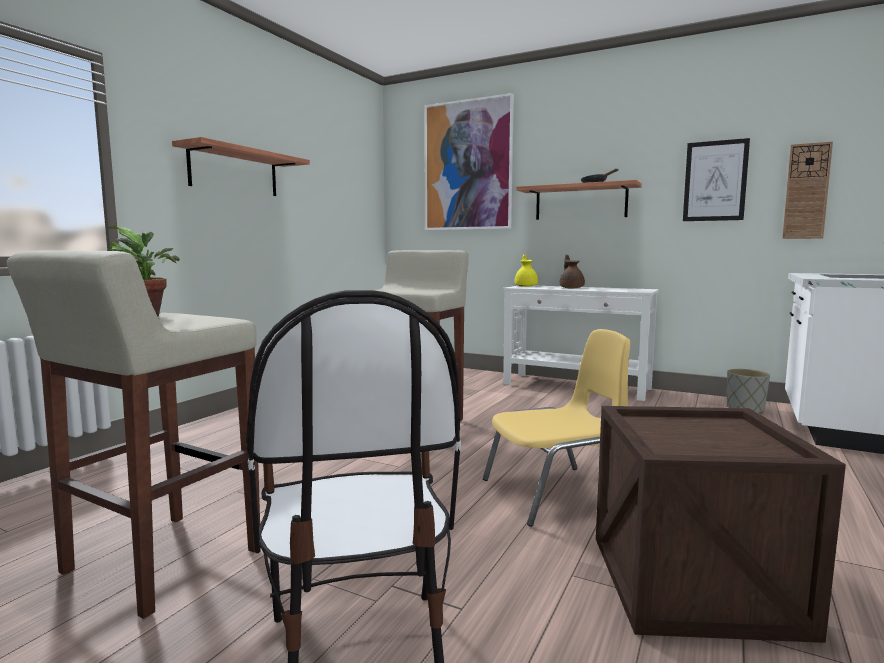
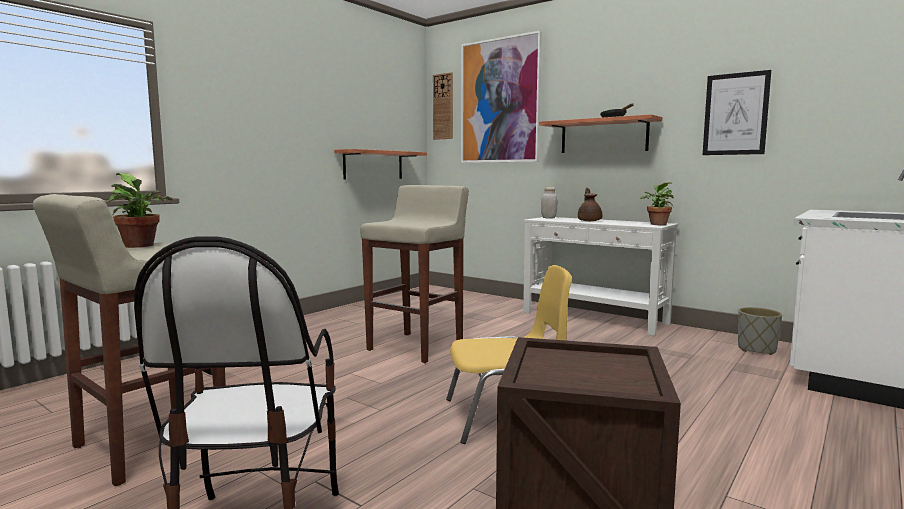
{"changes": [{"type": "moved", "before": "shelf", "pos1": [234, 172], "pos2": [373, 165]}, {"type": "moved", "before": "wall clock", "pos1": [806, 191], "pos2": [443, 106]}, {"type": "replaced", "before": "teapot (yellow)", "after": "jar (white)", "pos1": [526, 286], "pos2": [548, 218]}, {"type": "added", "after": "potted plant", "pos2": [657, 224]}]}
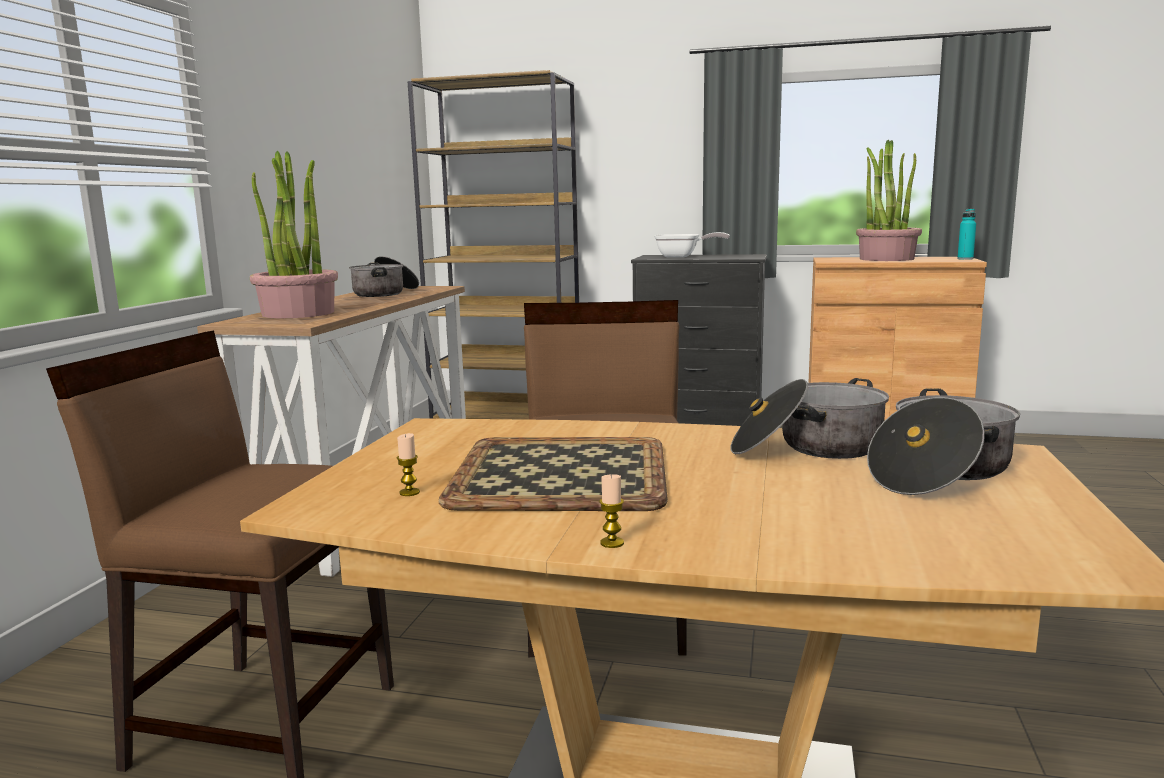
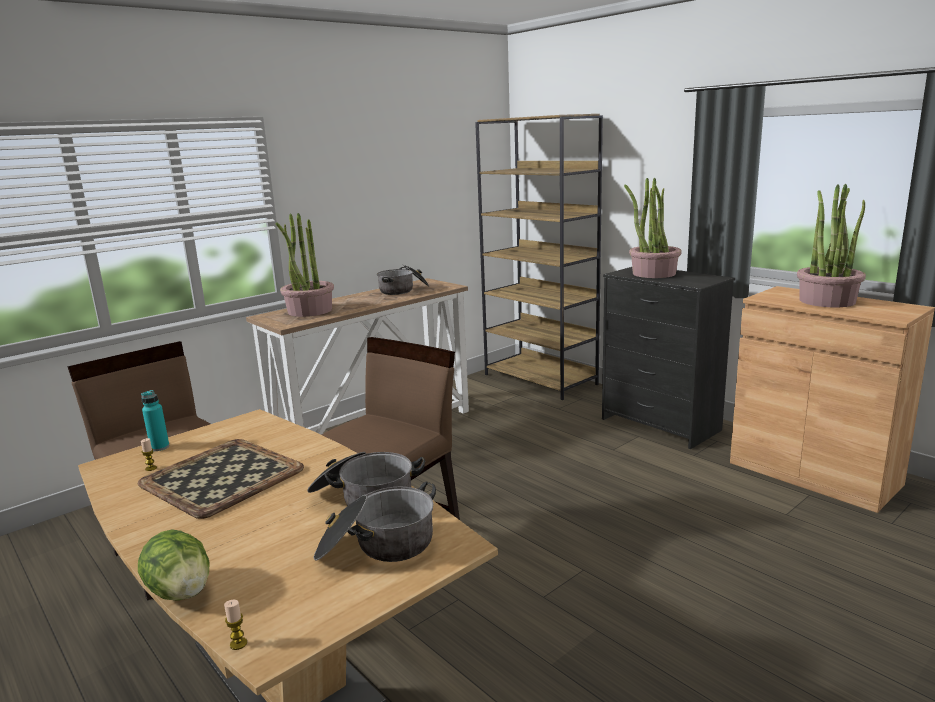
{"changes": [{"type": "moved", "before": "bottle (turquoise)", "pos1": [965, 259], "pos2": [159, 447]}, {"type": "replaced", "before": "frying pan", "after": "potted plant", "pos1": [682, 256], "pos2": [653, 273]}, {"type": "moved", "before": "candle", "pos1": [612, 543], "pos2": [238, 644]}, {"type": "added", "after": "lettuce", "pos2": [181, 592]}]}
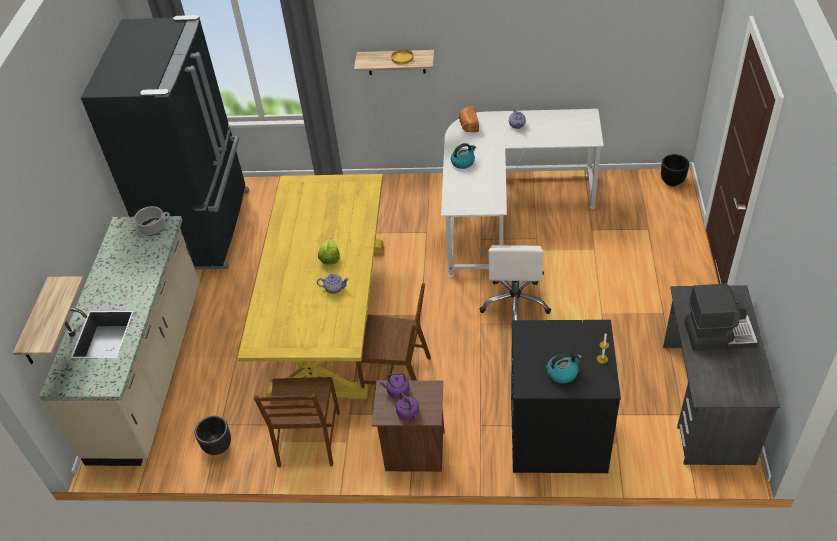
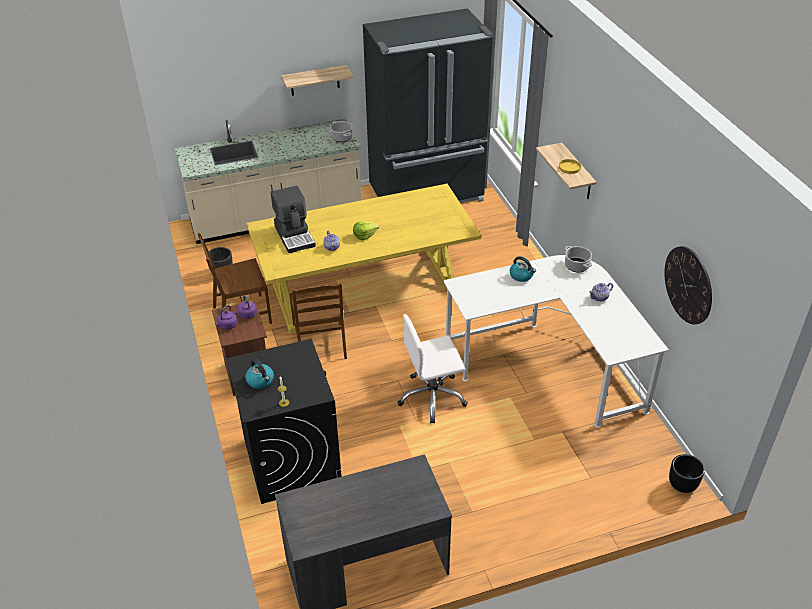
{"changes": [{"type": "replaced", "before": "bread", "after": "cooking pot", "pos1": [468, 126], "pos2": [577, 266]}, {"type": "moved", "before": "shelf", "pos1": [37, 324], "pos2": [315, 80]}, {"type": "moved", "before": "coffee machine", "pos1": [718, 334], "pos2": [295, 236]}, {"type": "added", "after": "wall clock", "pos2": [688, 285]}]}
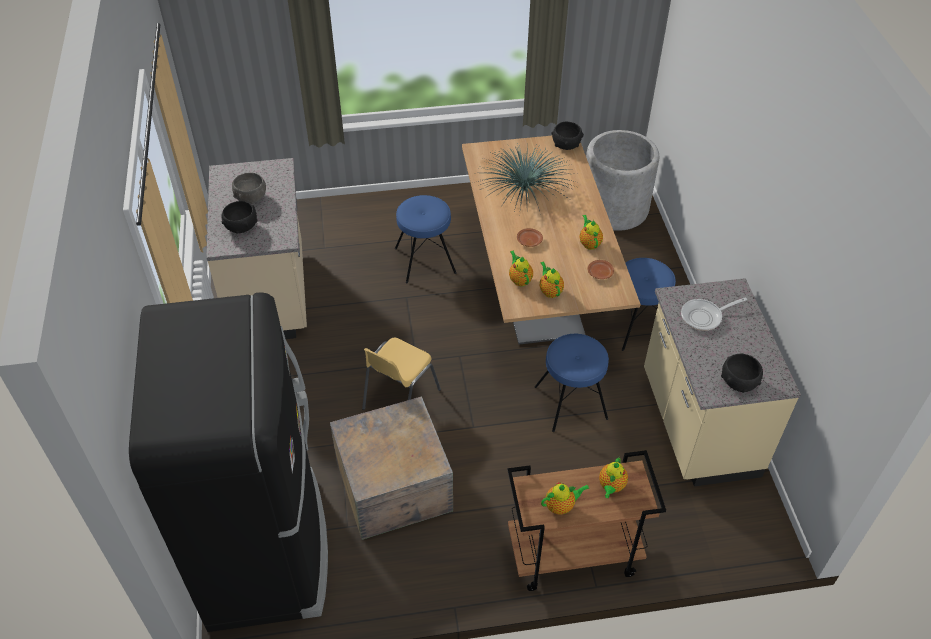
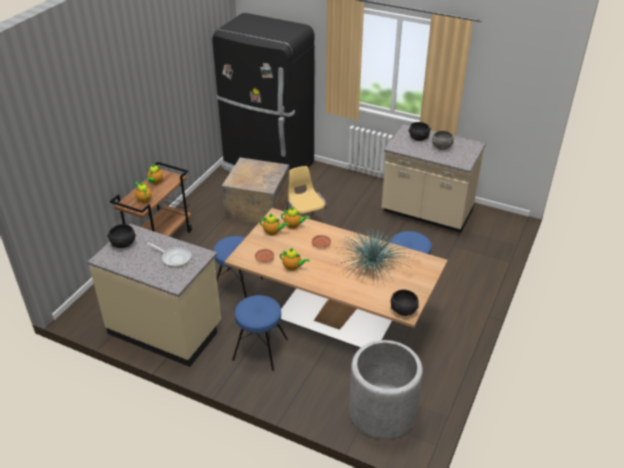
{"changes": [{"type": "turned", "before": "frying pan", "pos1": [704, 317], "pos2": [174, 258], "turn": 105}]}
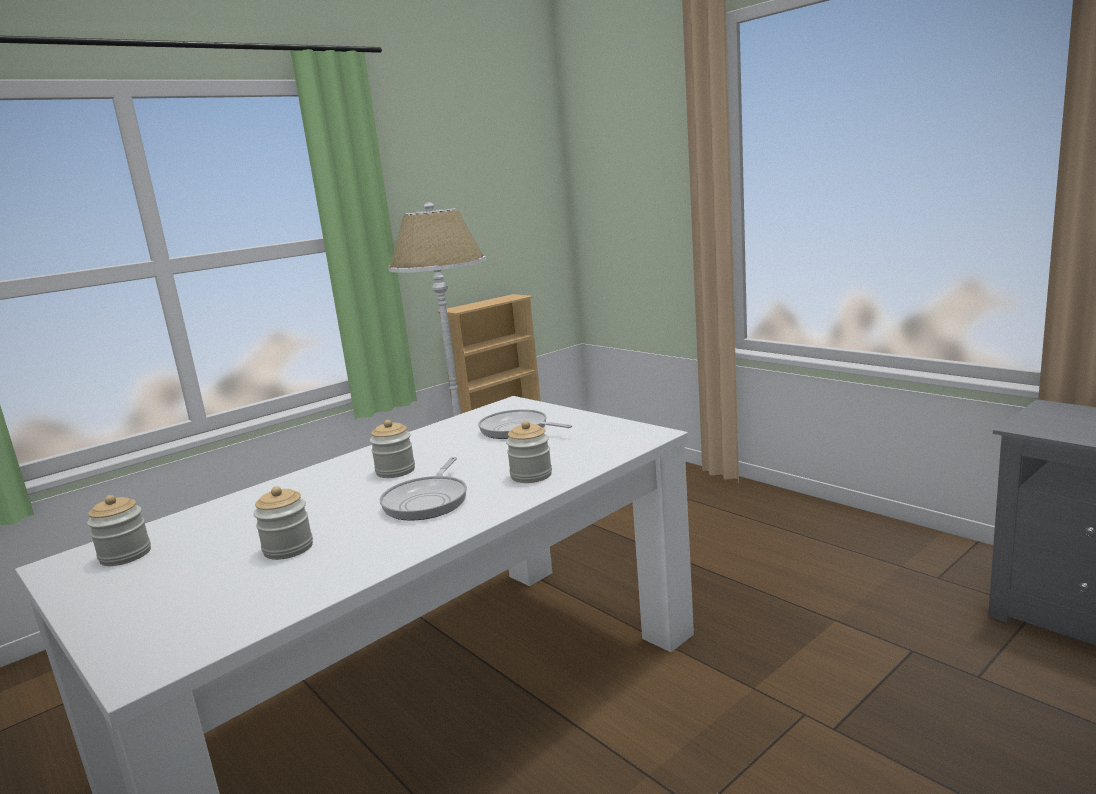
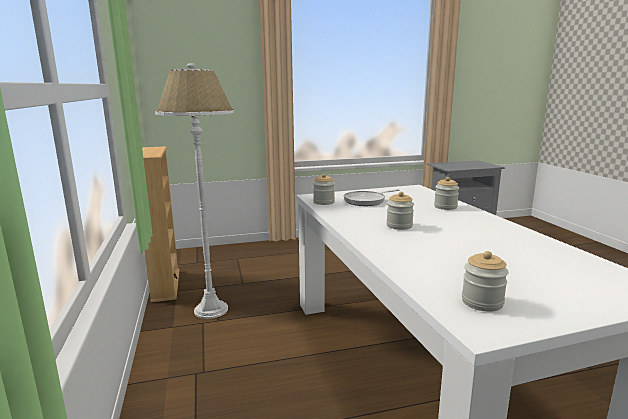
{"changes": [{"type": "removed", "before": "frying pan", "pos1": [428, 501]}, {"type": "moved", "before": "jar", "pos1": [288, 548], "pos2": [324, 202]}]}
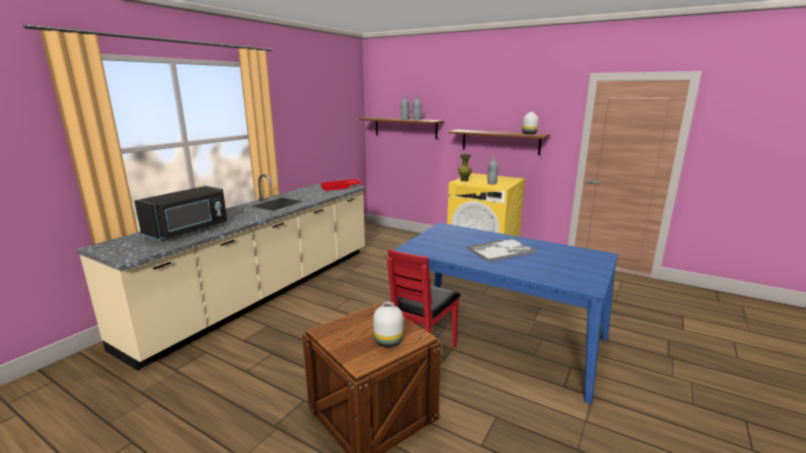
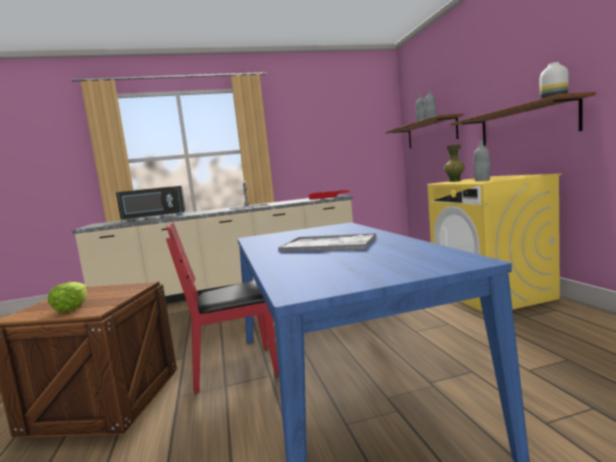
{"changes": [{"type": "replaced", "before": "vase (white)", "after": "lettuce", "pos1": [388, 342], "pos2": [72, 307]}]}
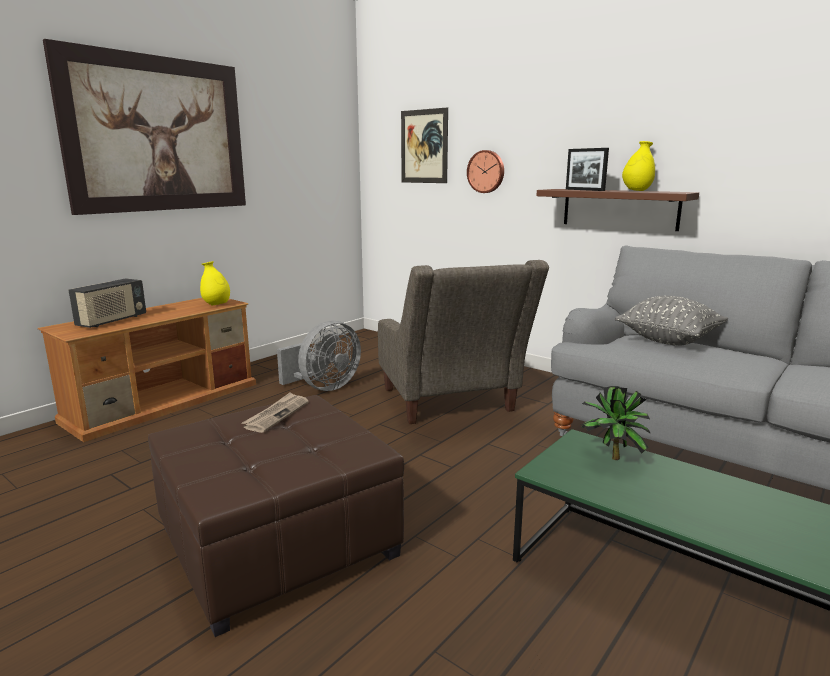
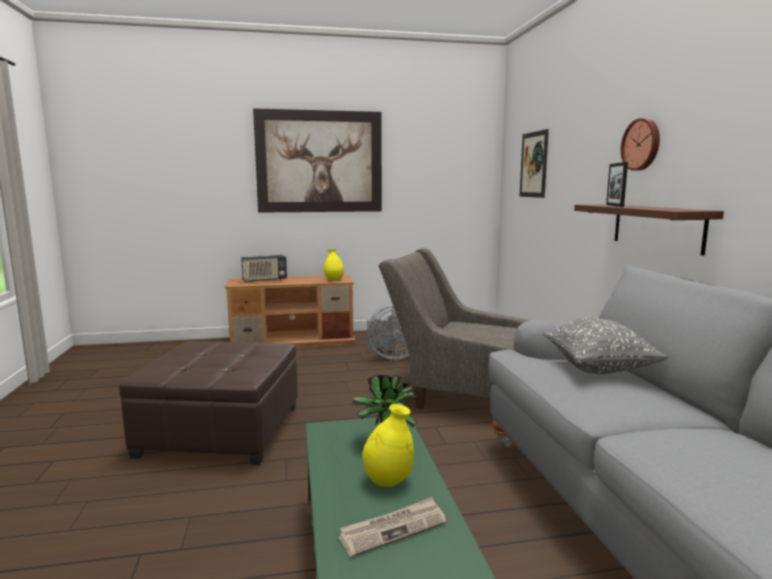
{"changes": [{"type": "moved", "before": "vase (yellow)", "pos1": [637, 191], "pos2": [388, 480]}, {"type": "moved", "before": "wall clock", "pos1": [486, 171], "pos2": [642, 144]}, {"type": "turned", "before": "armchair (grey)", "pos1": [451, 405], "pos2": [458, 393], "turn": 90}, {"type": "moved", "before": "newspaper", "pos1": [276, 414], "pos2": [393, 529]}]}
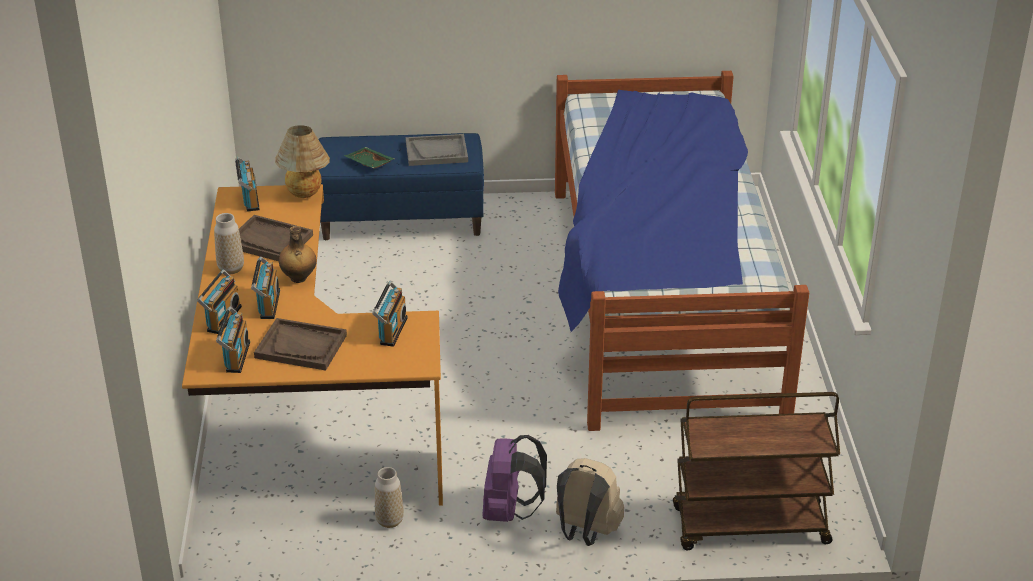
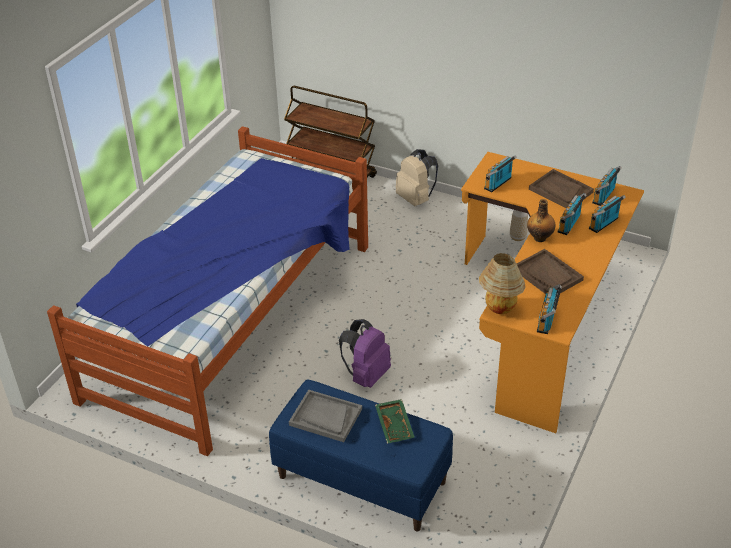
{"changes": [{"type": "removed", "before": "vase", "pos1": [231, 269]}, {"type": "moved", "before": "backpack (purple)", "pos1": [510, 511], "pos2": [366, 375]}]}
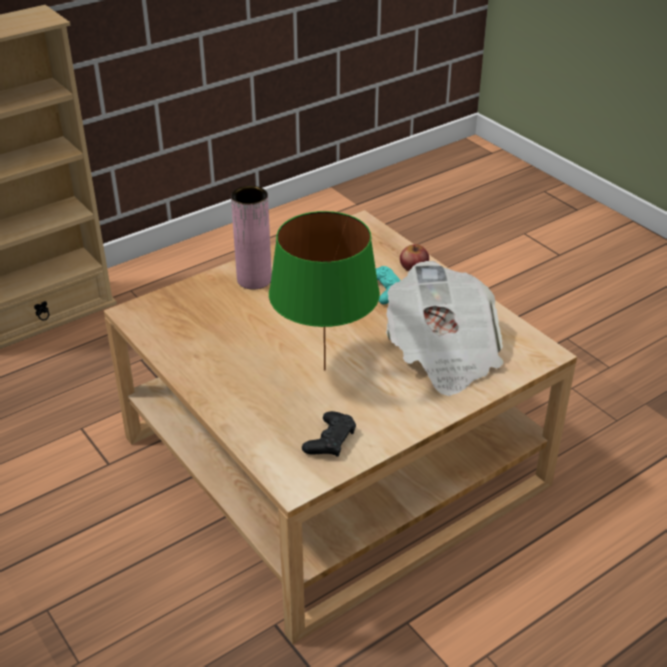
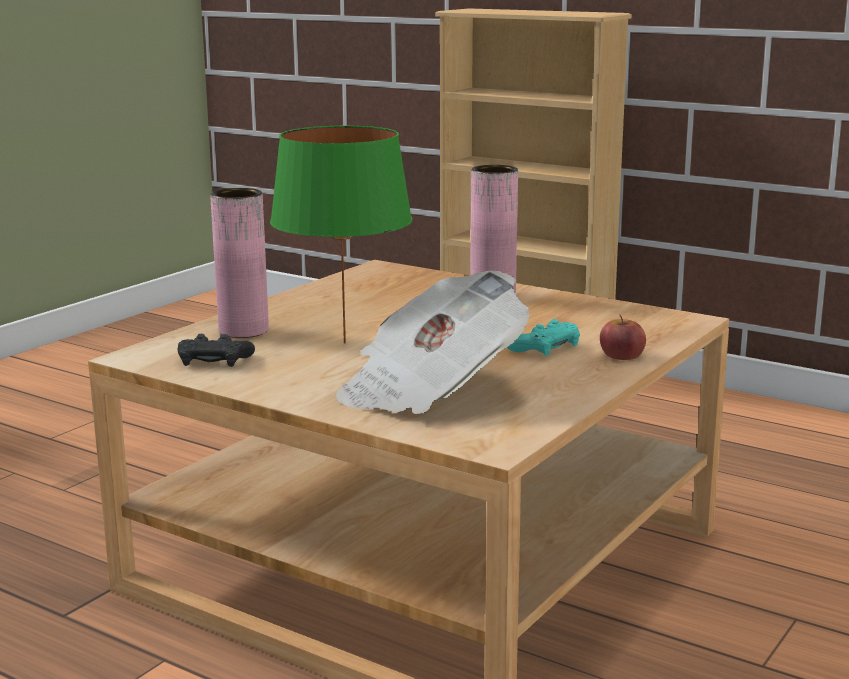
{"changes": [{"type": "added", "after": "vase (pink)", "pos2": [243, 331]}]}
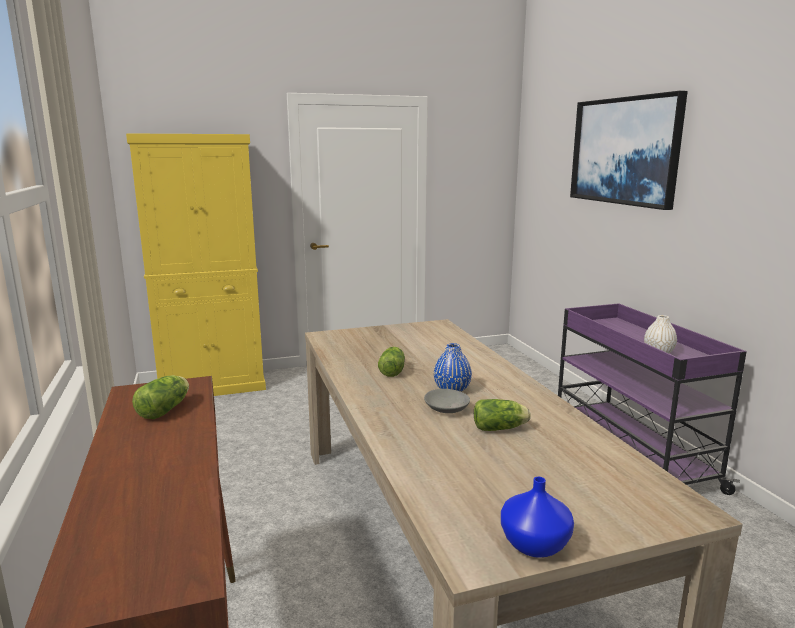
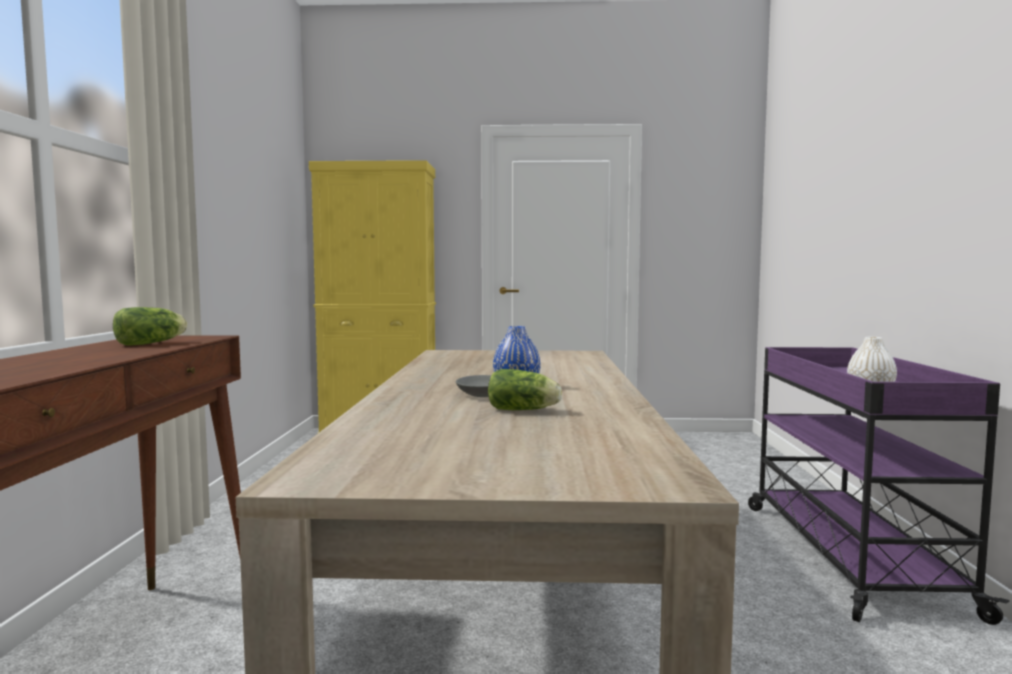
{"changes": [{"type": "removed", "before": "picture", "pos1": [624, 151]}, {"type": "removed", "before": "lettuce", "pos1": [392, 370]}, {"type": "removed", "before": "vase (blue)", "pos1": [536, 545]}]}
